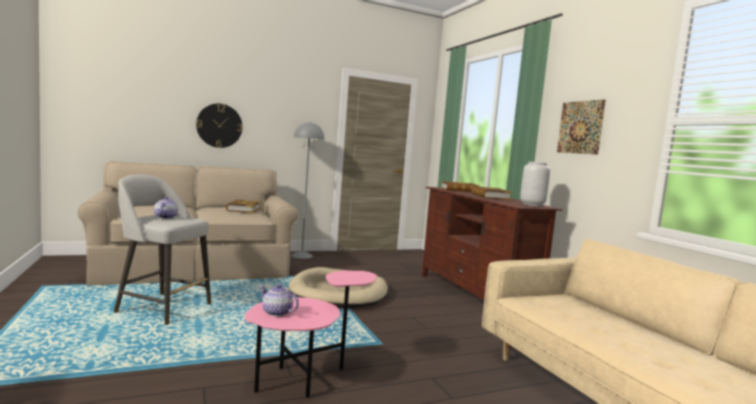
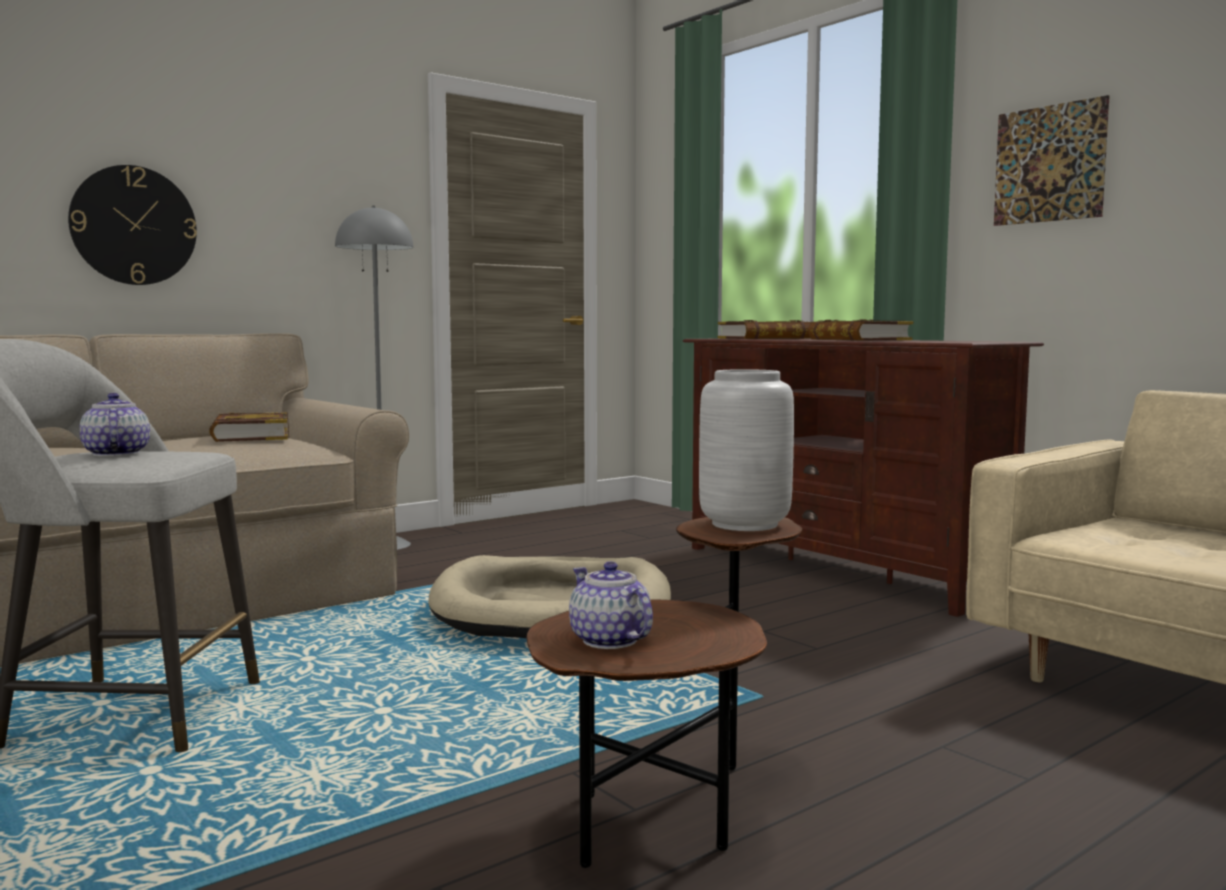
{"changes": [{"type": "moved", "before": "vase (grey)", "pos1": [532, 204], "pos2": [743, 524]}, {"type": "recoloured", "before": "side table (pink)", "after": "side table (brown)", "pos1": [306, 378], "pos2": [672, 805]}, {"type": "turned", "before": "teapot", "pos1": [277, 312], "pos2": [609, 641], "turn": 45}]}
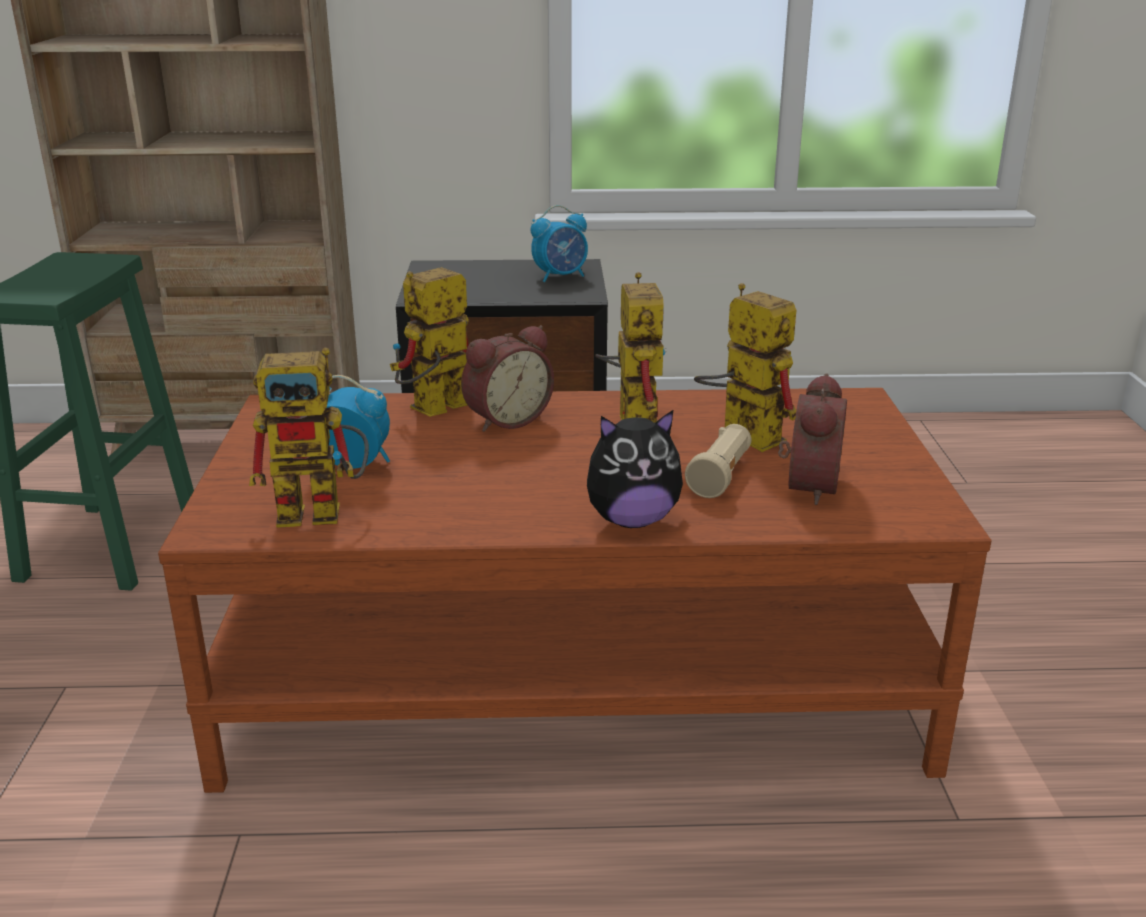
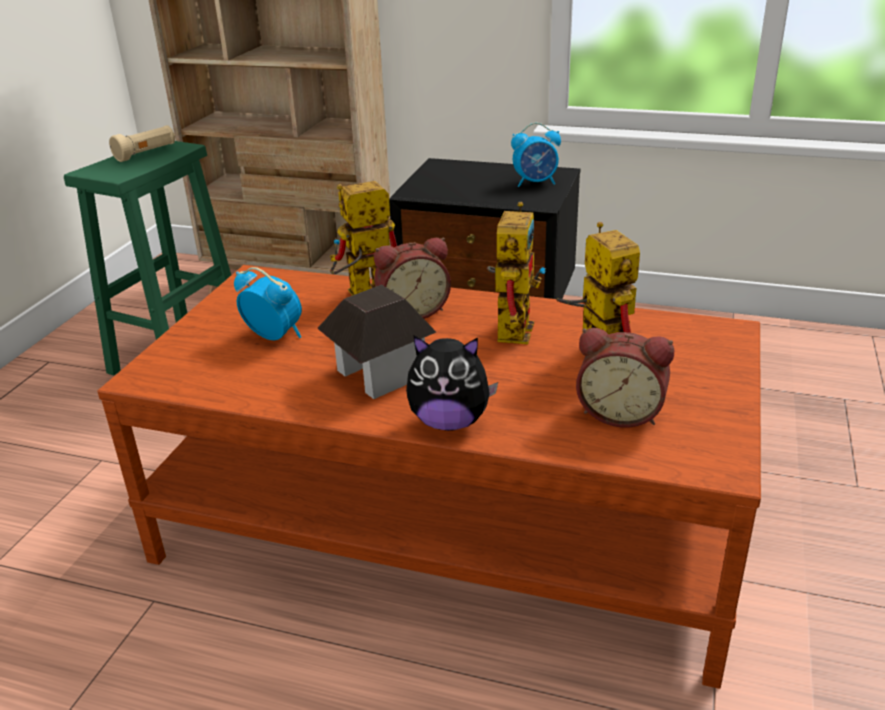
{"changes": [{"type": "removed", "before": "toy robot", "pos1": [324, 511]}, {"type": "turned", "before": "alarm clock", "pos1": [806, 486], "pos2": [620, 412], "turn": 75}, {"type": "moved", "before": "flashlight (beige)", "pos1": [720, 476], "pos2": [146, 154]}, {"type": "added", "after": "toy house", "pos2": [380, 373]}]}
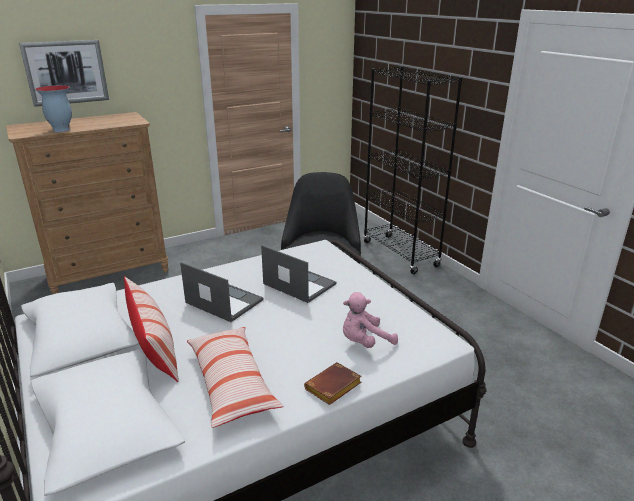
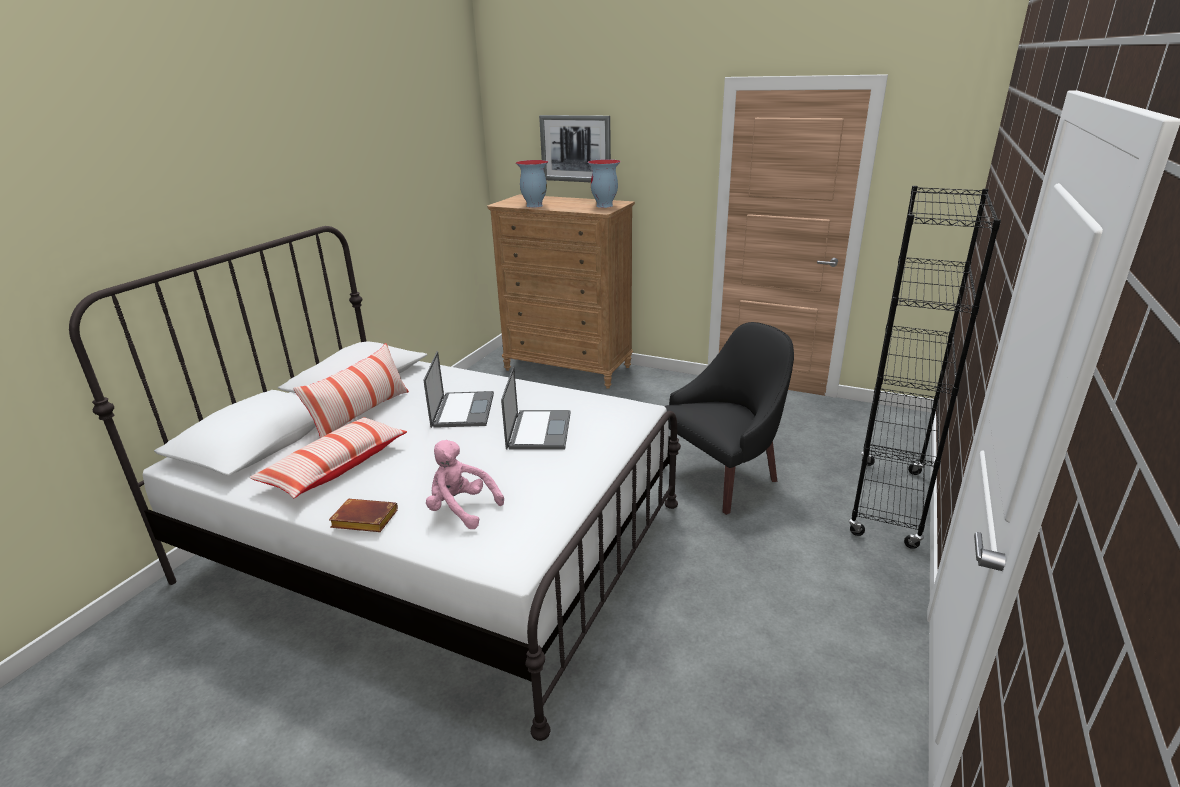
{"changes": [{"type": "added", "after": "vase", "pos2": [604, 206]}]}
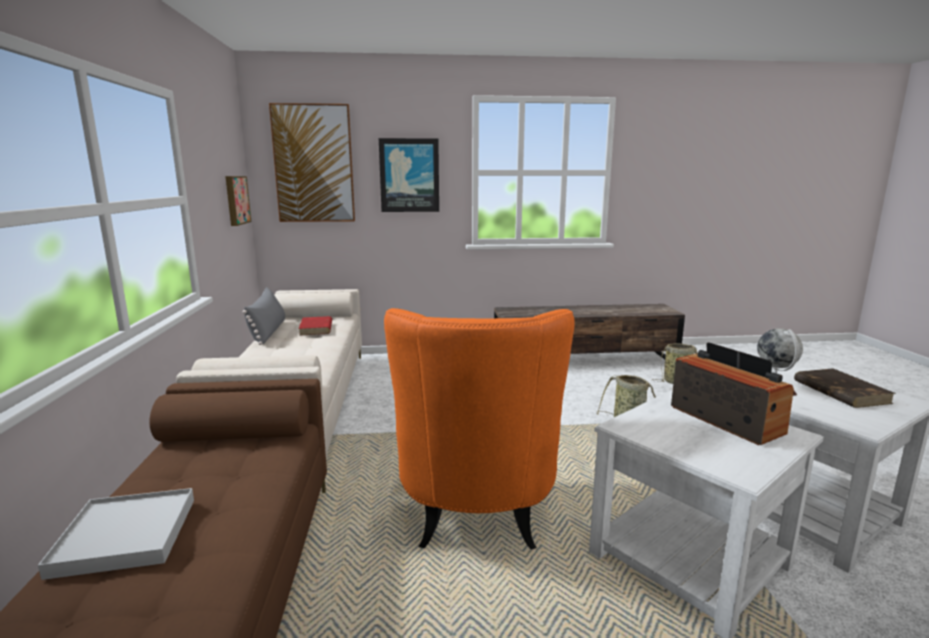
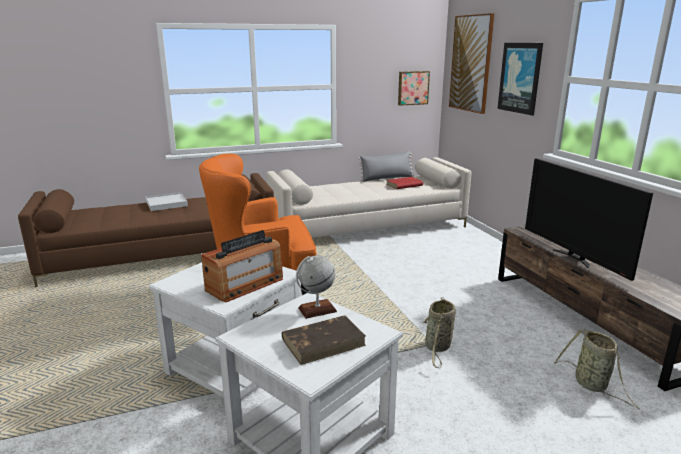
{"changes": [{"type": "added", "after": "television", "pos2": [573, 258]}]}
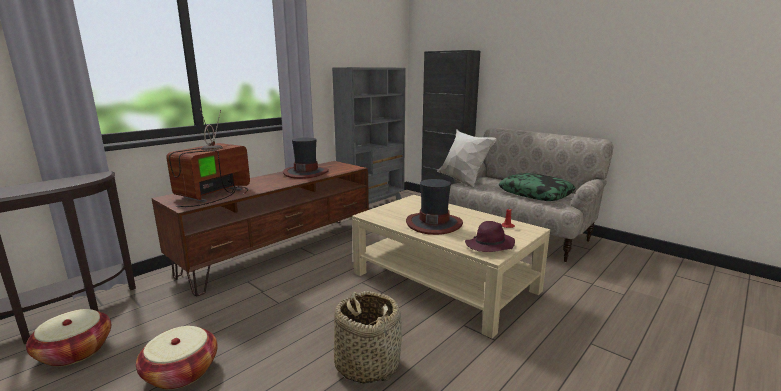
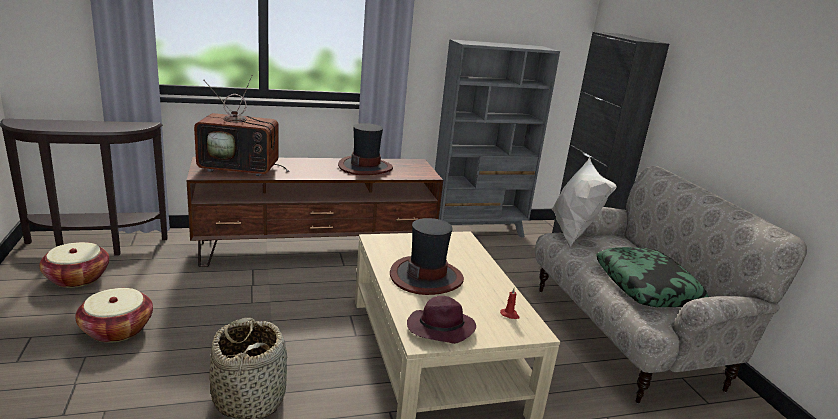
{"changes": [{"type": "turned", "before": "television", "pos1": [213, 194], "pos2": [242, 168], "turn": -150}]}
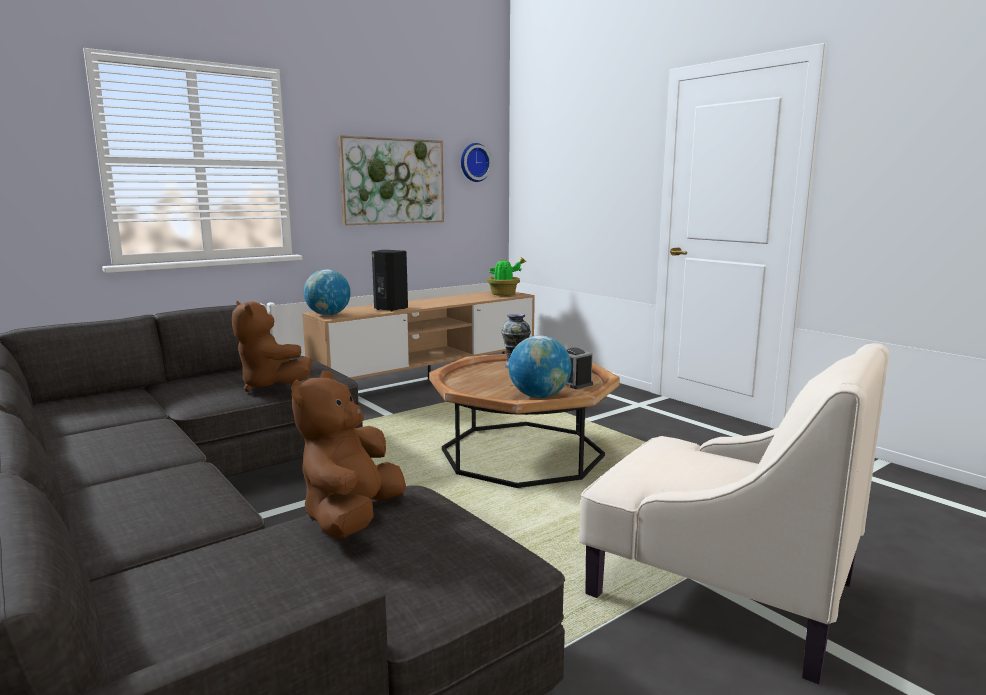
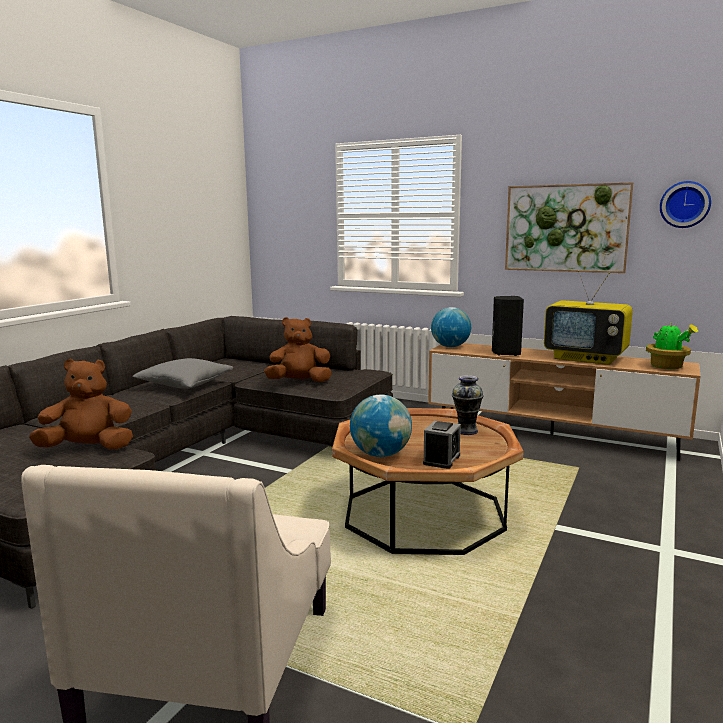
{"changes": [{"type": "turned", "before": "plush toy (brown)", "pos1": [270, 385], "pos2": [299, 382], "turn": 60}, {"type": "added", "after": "television", "pos2": [586, 358]}, {"type": "added", "after": "pillow (grey)", "pos2": [185, 385]}]}
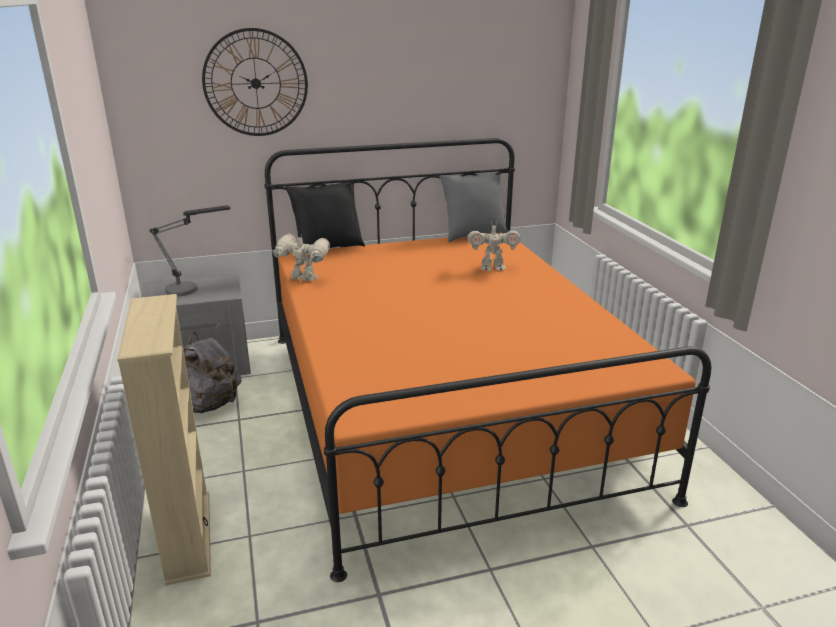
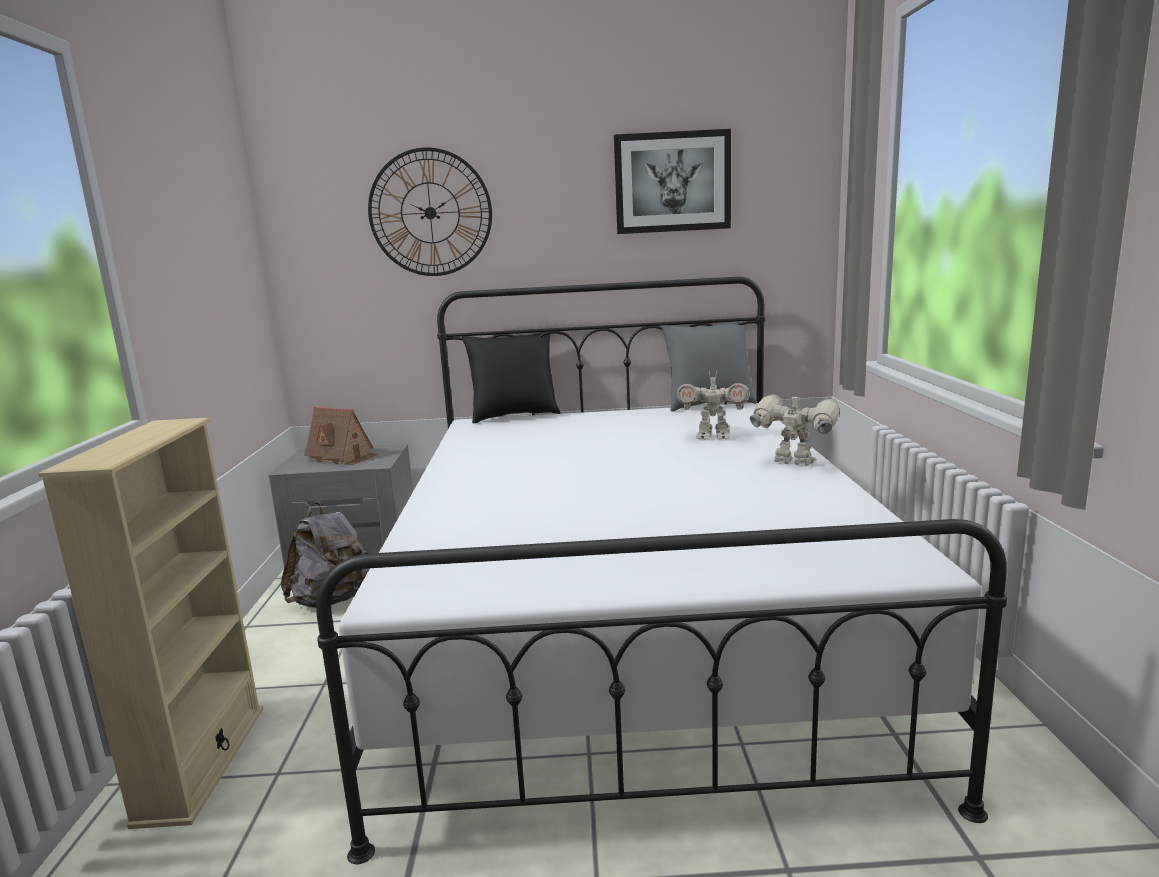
{"changes": [{"type": "recoloured", "before": "bed (orange)", "after": "bed (white)", "pos1": [444, 407], "pos2": [629, 626]}, {"type": "replaced", "before": "table lamp", "after": "toy house", "pos1": [191, 289], "pos2": [342, 457]}, {"type": "moved", "before": "toy robot", "pos1": [303, 279], "pos2": [793, 463]}, {"type": "added", "after": "picture", "pos2": [672, 182]}]}
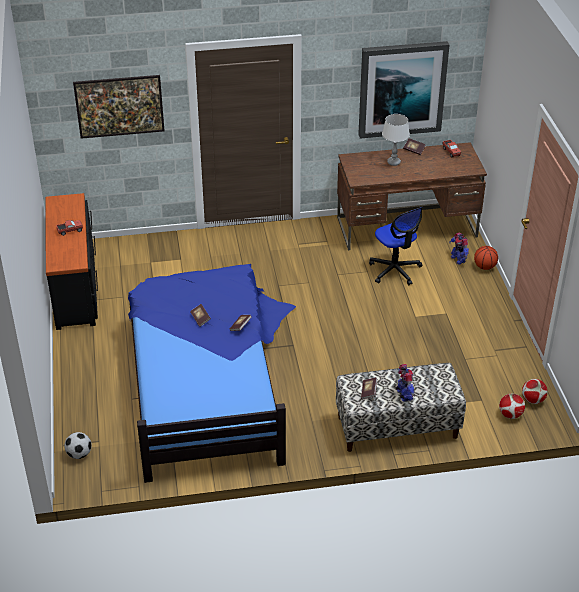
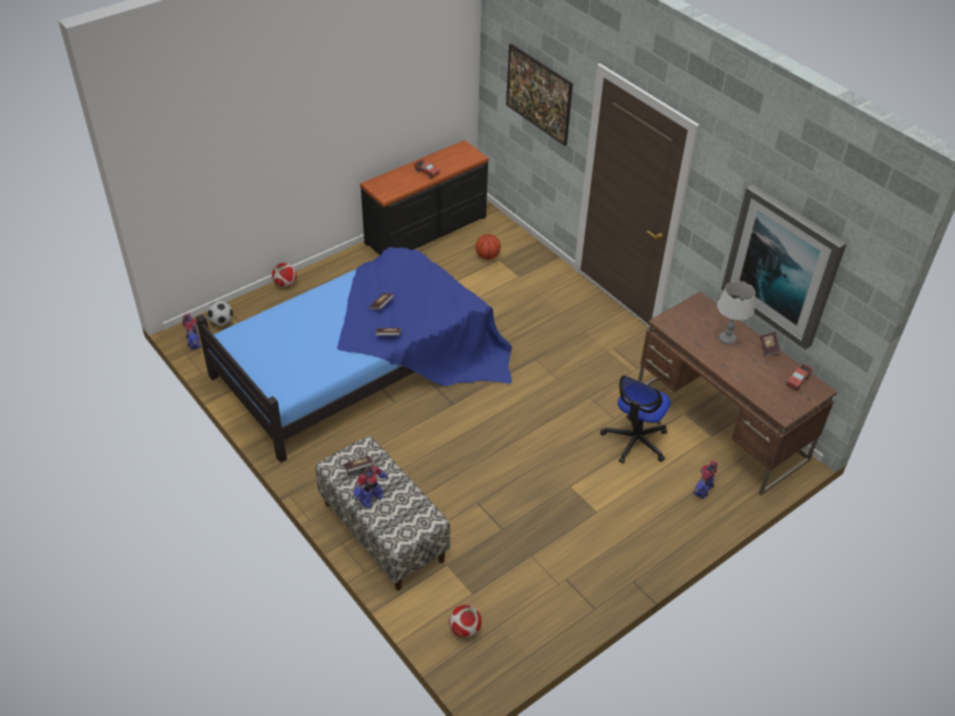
{"changes": [{"type": "moved", "before": "basketball", "pos1": [484, 267], "pos2": [487, 256]}, {"type": "moved", "before": "football", "pos1": [533, 400], "pos2": [285, 284]}, {"type": "added", "after": "toy robot", "pos2": [194, 343]}]}
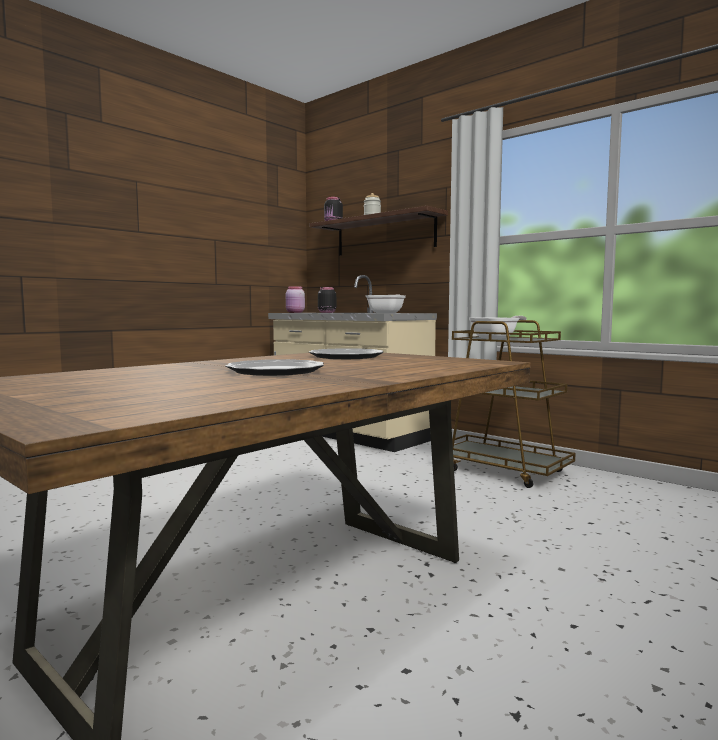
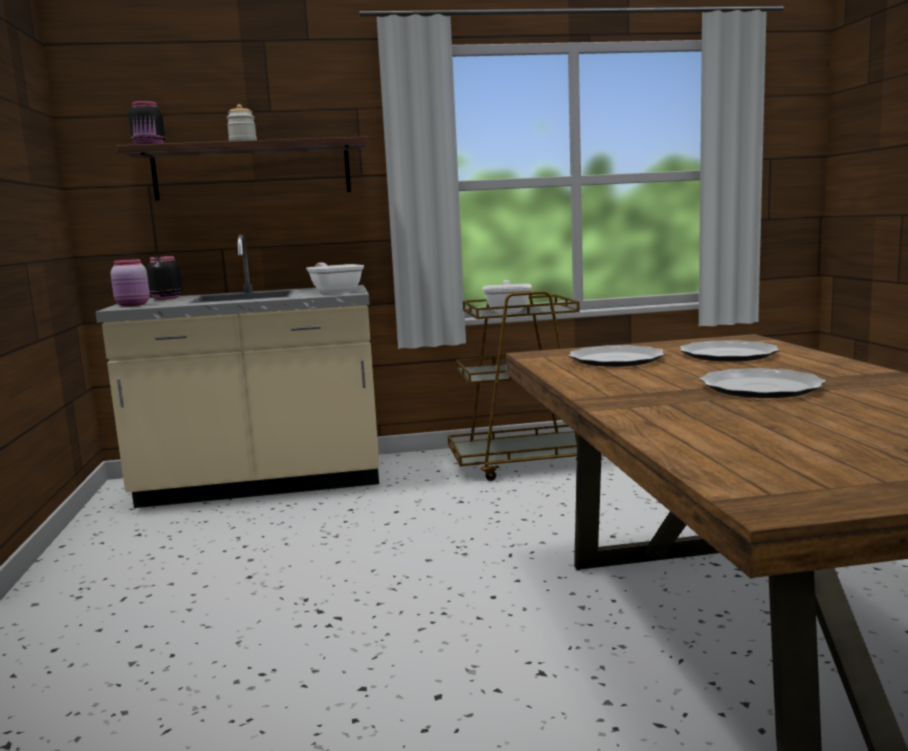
{"changes": [{"type": "added", "after": "plate", "pos2": [727, 355]}]}
